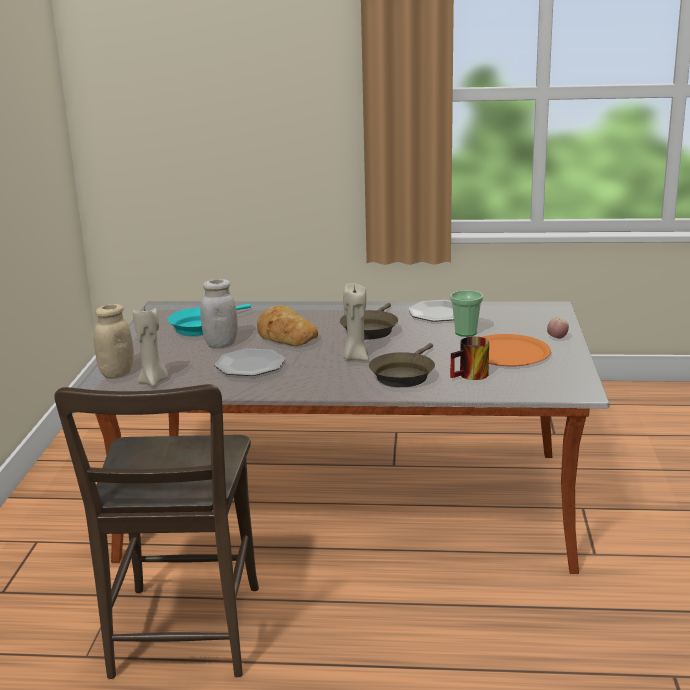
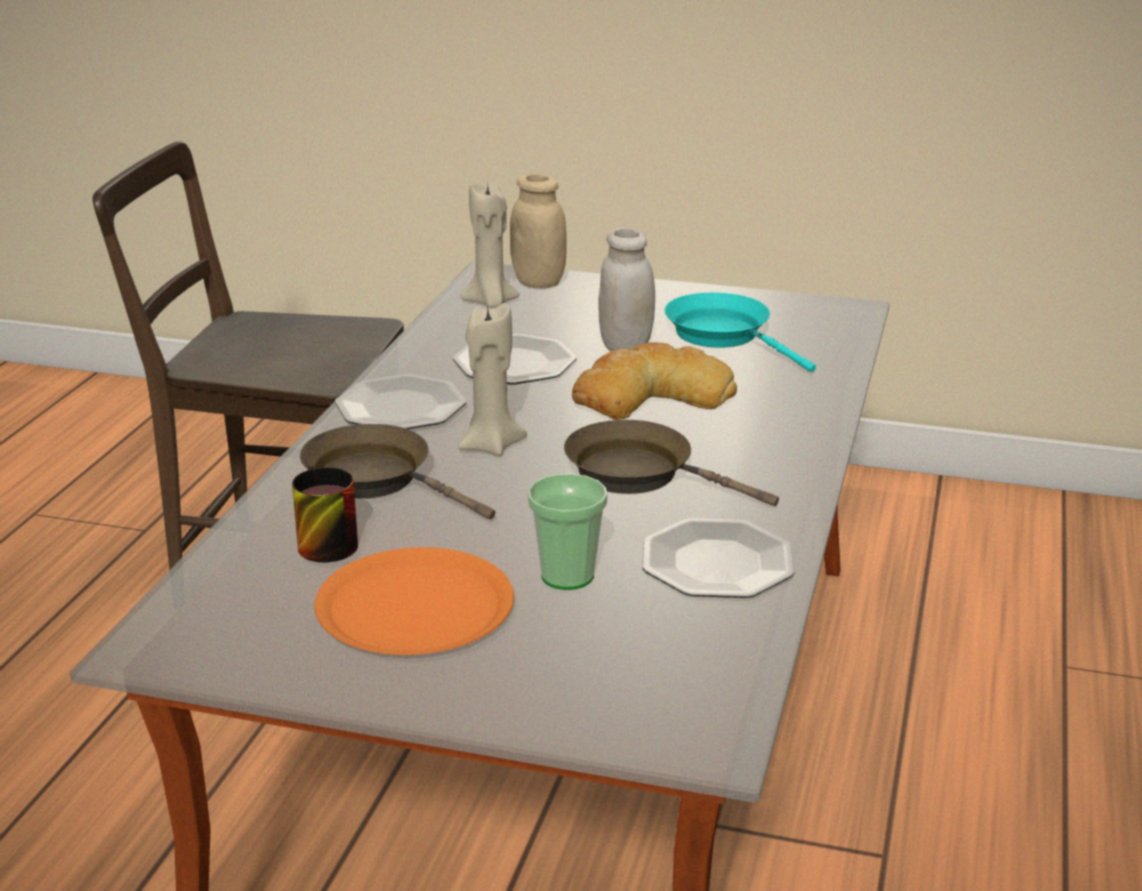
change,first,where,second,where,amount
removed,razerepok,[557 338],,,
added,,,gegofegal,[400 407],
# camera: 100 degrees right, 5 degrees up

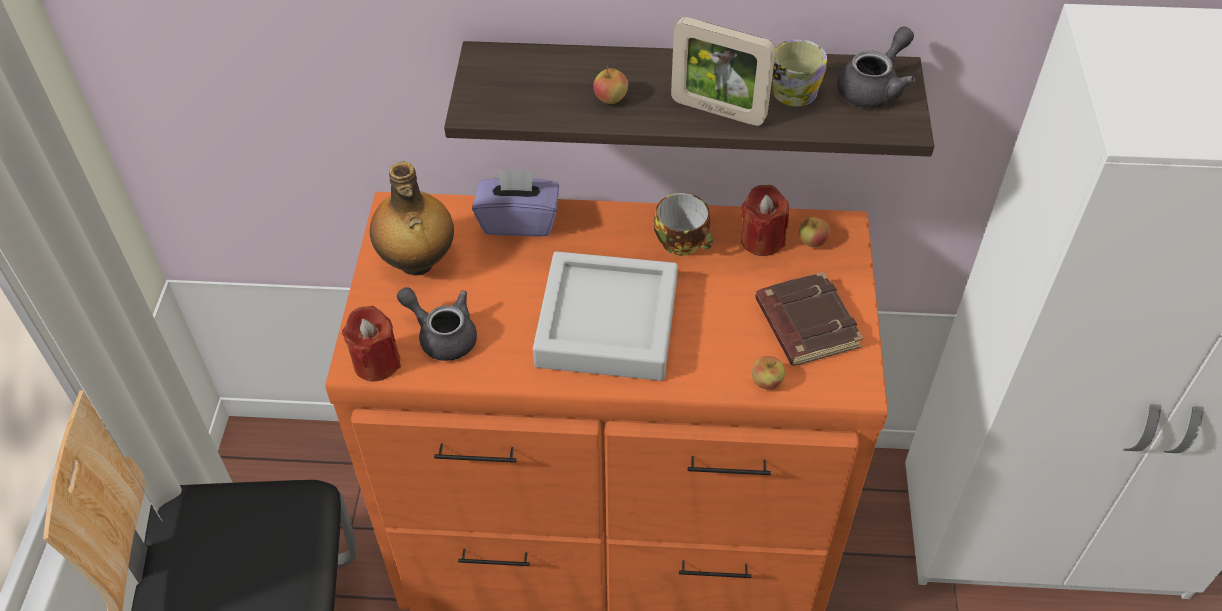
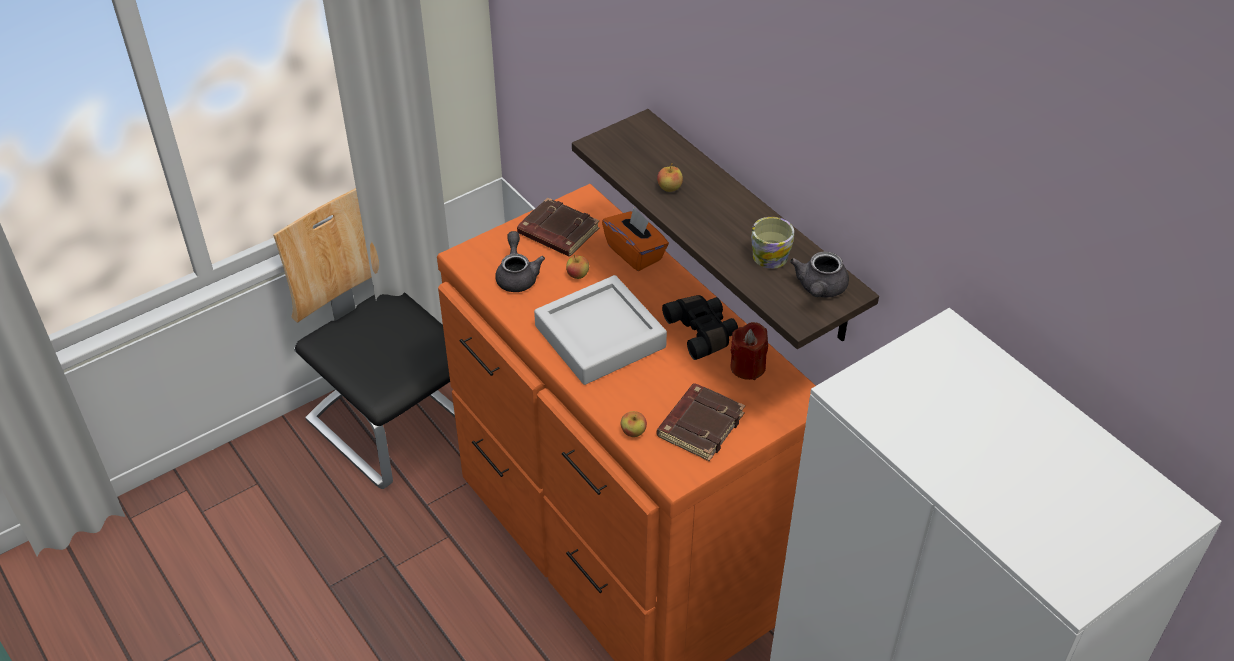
change,first,where,second,where,amount
removed,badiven,[718 111],,,
turned,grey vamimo,[874 87],,[819 289],105 degrees clockwise
replaced,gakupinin,[417 262],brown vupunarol,[557 232],
recoloured,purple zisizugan,[519 221],orange zisizugan,[635 252],
replaced,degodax,[684 242],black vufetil,[703 332],
moved,razerepok,[812 242],,[577 275],
removed,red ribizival,[376 362],,,
# camera: 50 degrees right, 5 degrees down

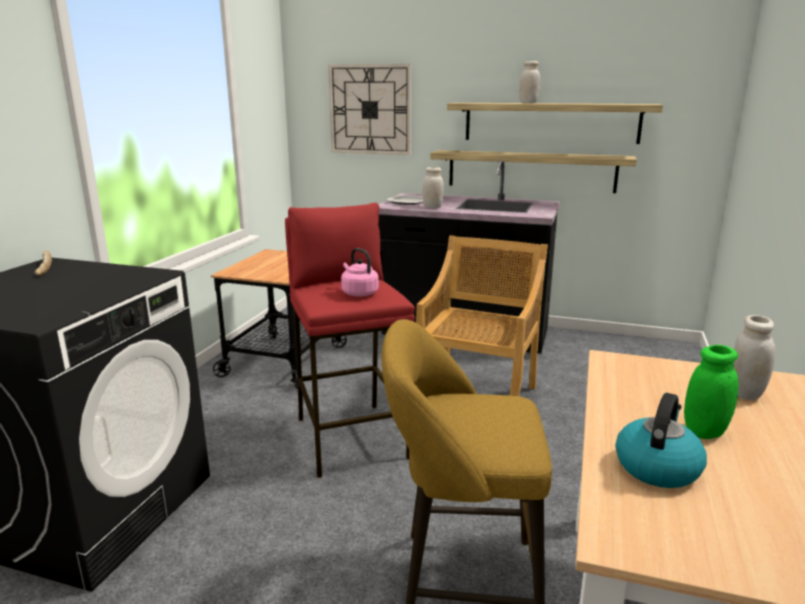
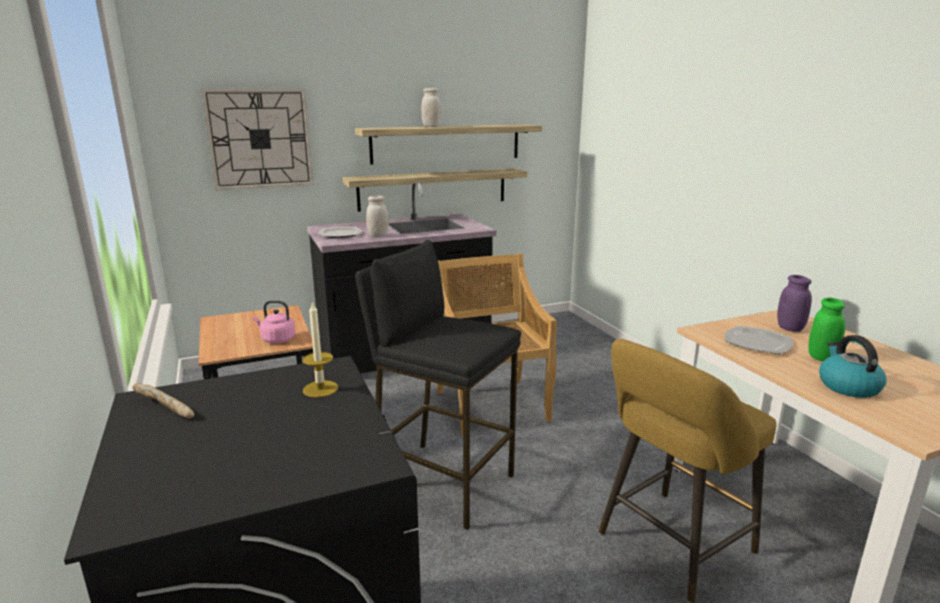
change,first,where,second,where,amount
recoloured,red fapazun,[351 437],black fapazun,[443 481],
moved,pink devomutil,[358 293],,[276 339],
recoloured,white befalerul,[744 393],purple befalerul,[790 328],
added,,,ribizival,[320 389],
added,,,gegofegal,[756 342],
# camera: 40 degrees left, 0 degrees up

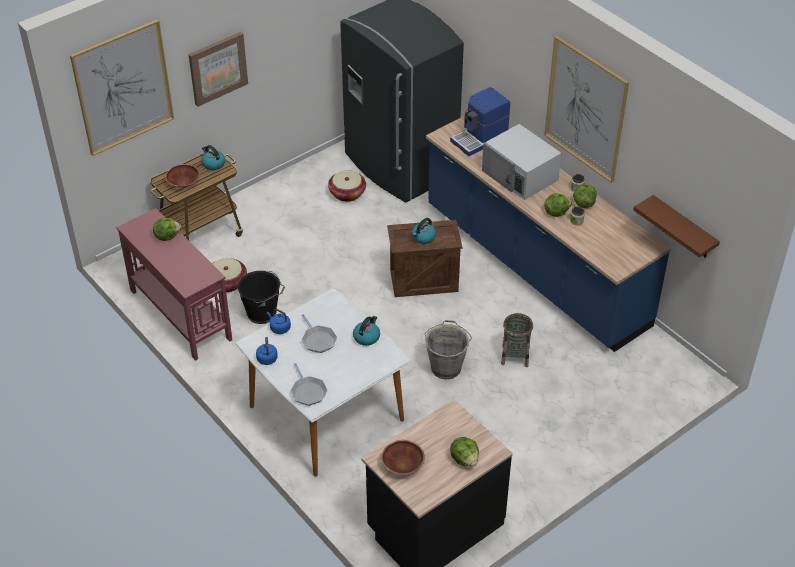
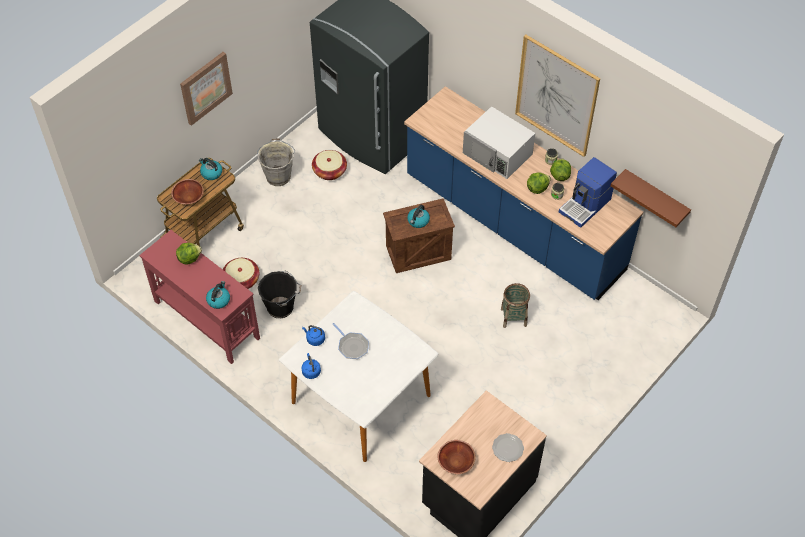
change,first,where,second,where,amount
removed,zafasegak,[123 87],,,
moved,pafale,[480 139],,[585 205],
moved,devomutil,[366 337],,[218 300],
moved,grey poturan,[446 367],,[278 176],
removed,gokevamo,[308 392],,,
replaced,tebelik,[465 459],gegofegal,[507 448],
# camera: 10 degrees left, 10 degrees up

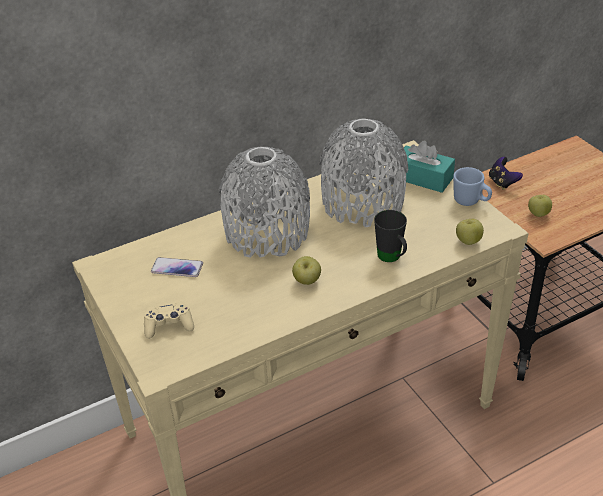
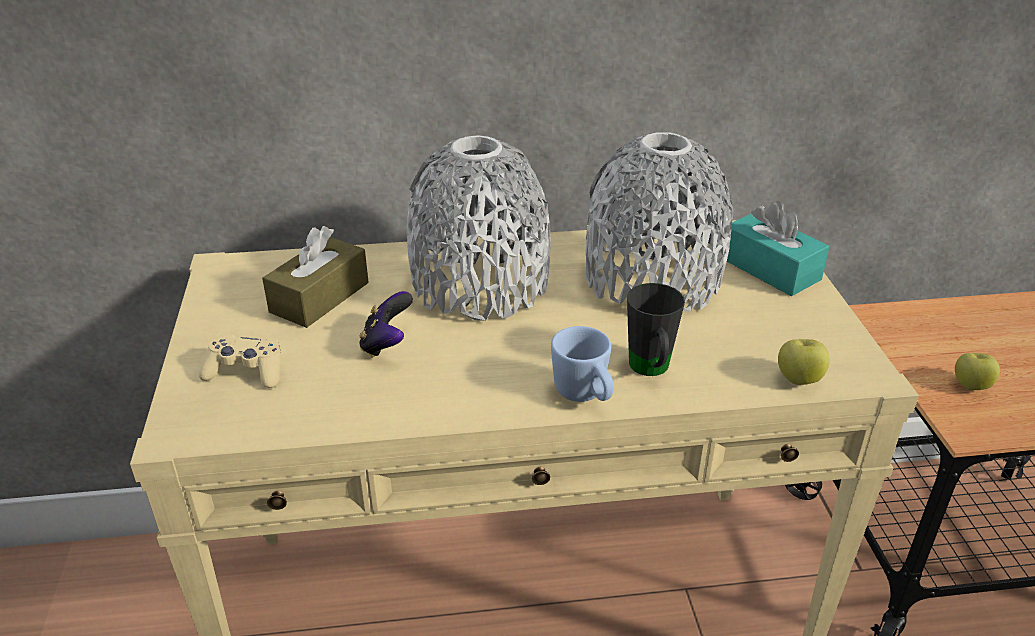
change,first,where,second,where,amount
moved,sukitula,[502 183],,[387 344],
moved,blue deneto,[471 202],,[584 395],
removed,razerepok,[307 281],,,
replaced,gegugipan,[177 268],brown zisizugan,[319 297],
# camera: 20 degrees right, 5 degrees down

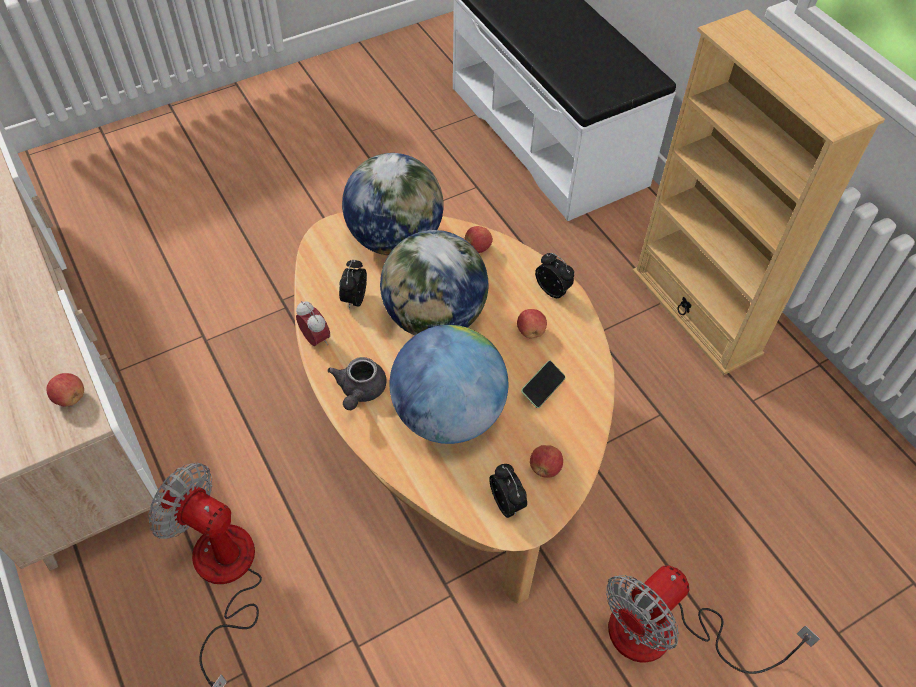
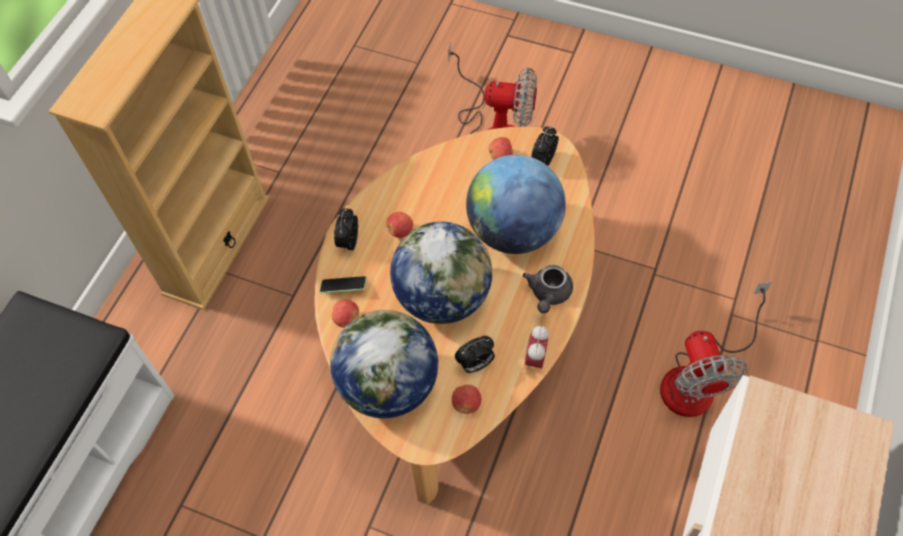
change,first,where,second,where,amount
turned,grey vamimo,[360 391],,[548 294],135 degrees clockwise
moved,gegugipan,[542 388],,[344 288],
moved,razerepok,[70 397],,[466 404],
# camera: 125 degrees left, 5 degrees up

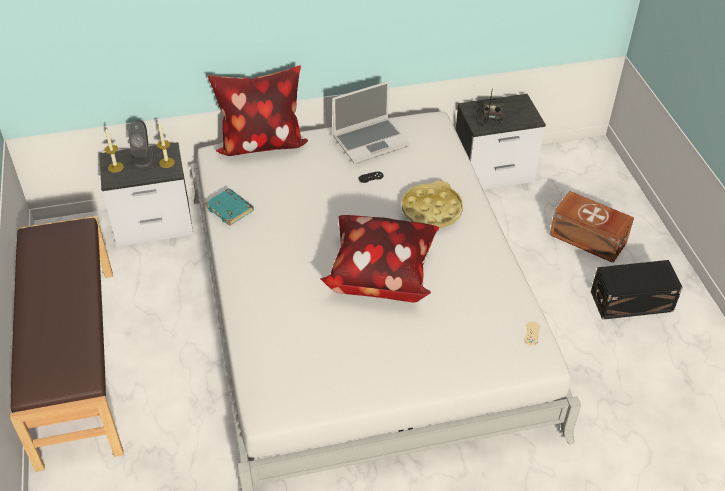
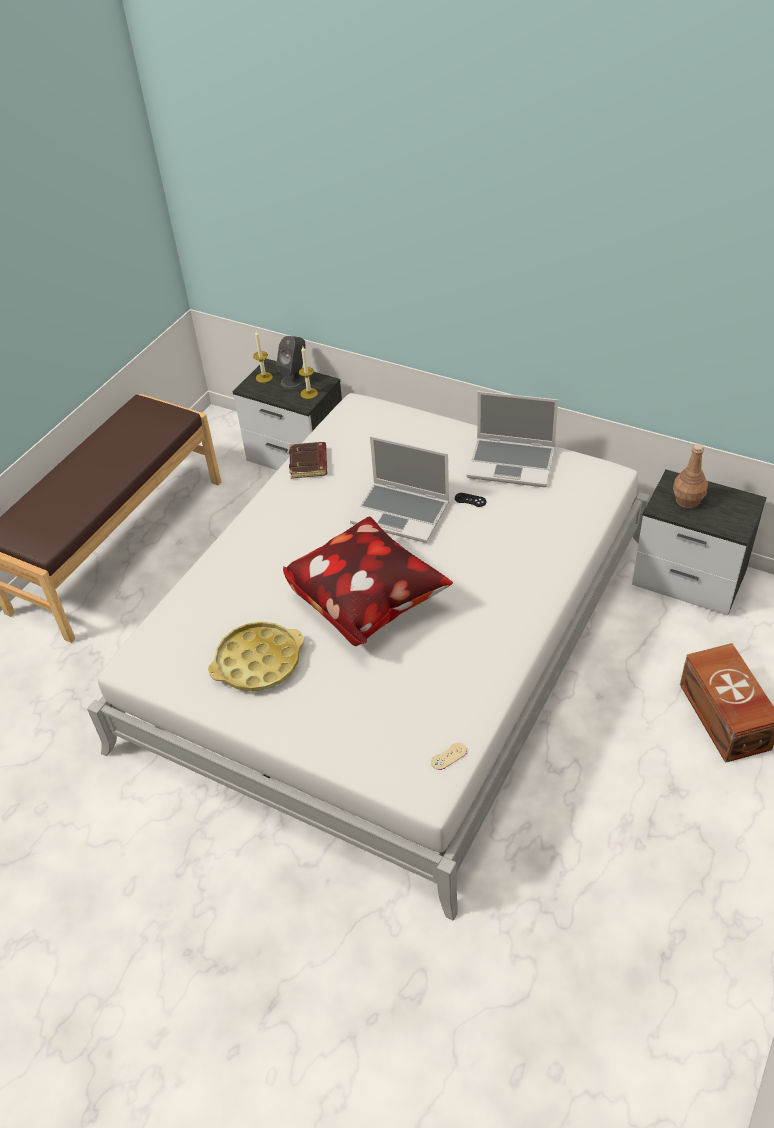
change,first,where,second,where,amount
removed,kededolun,[261 143],,,
replaced,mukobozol,[490 115],brown gakupinin,[688 500],
moved,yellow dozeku,[431 210],,[258 662],
recoloured,turquoise vupunarol,[230 209],brown vupunarol,[309 464],
removed,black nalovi,[633 302],,,
added,,,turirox,[402 513],
# camera: 45 degrees right, 0 degrees up

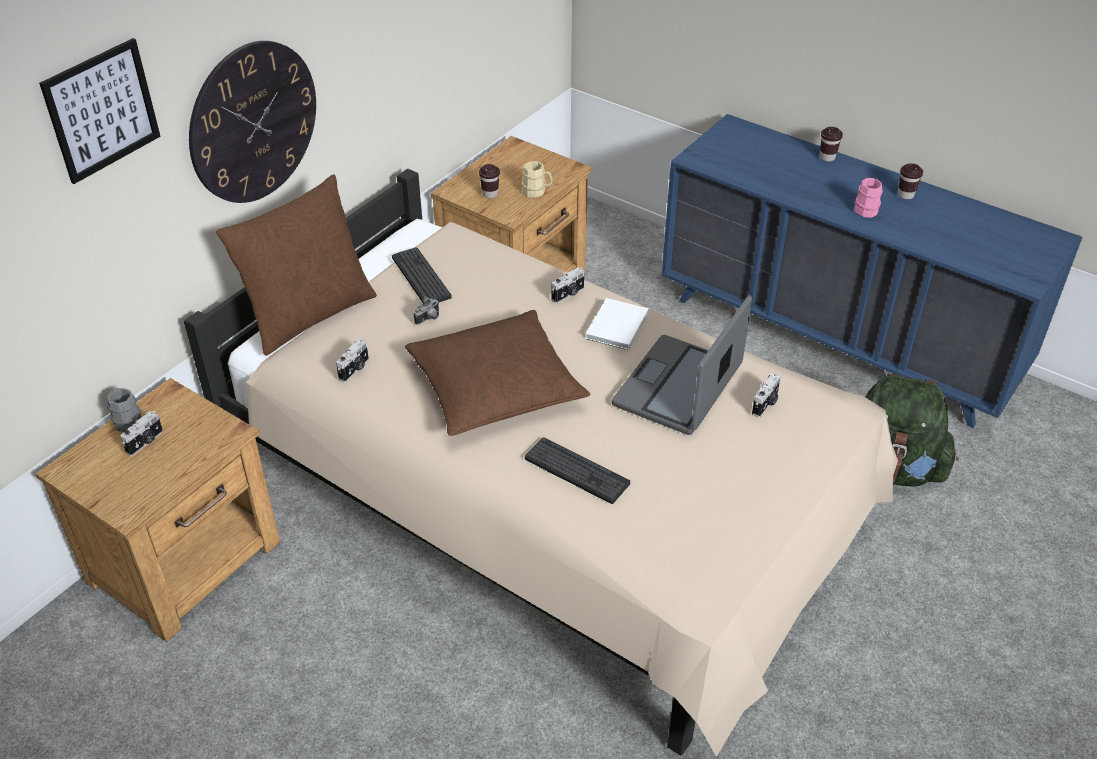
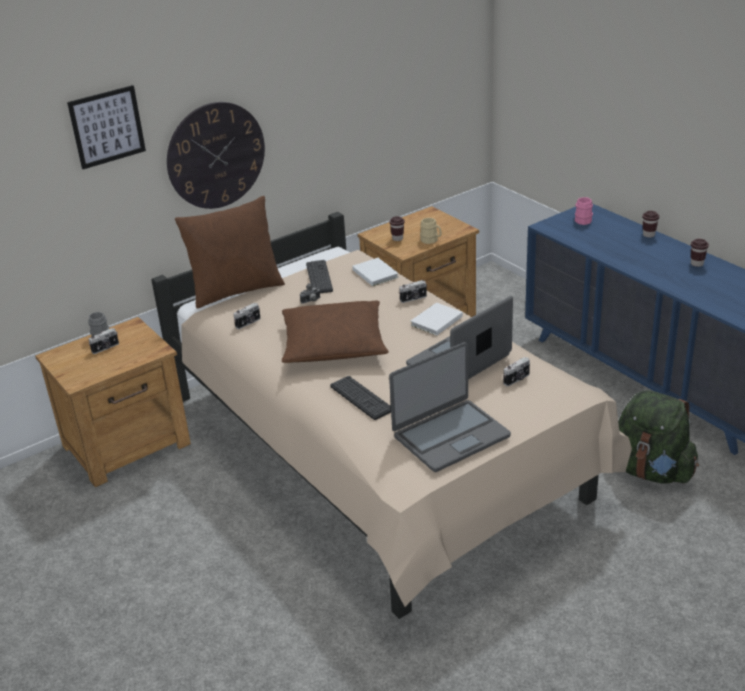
change,first,where,second,where,amount
moved,pink deneto,[866 208],,[584 219],
added,,,white vupunarol,[375 273],
added,,,turirox,[450 436],
# camera: 20 degrees right, 10 degrees down

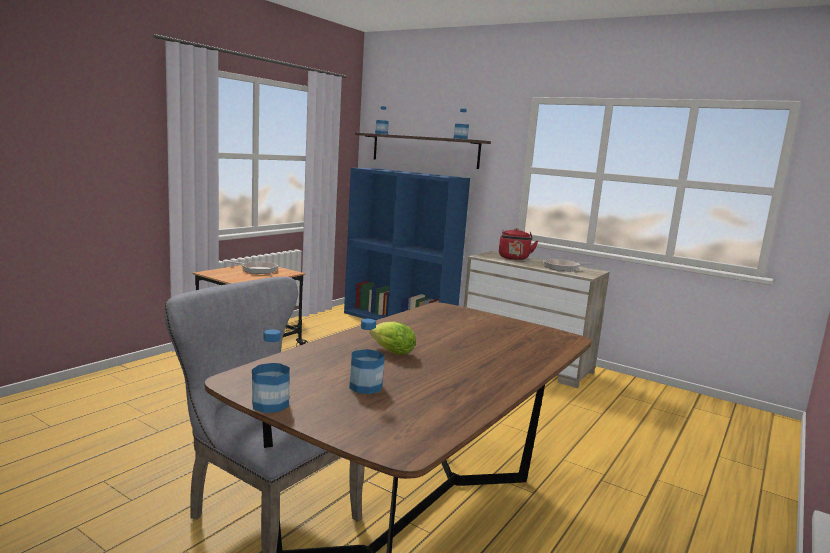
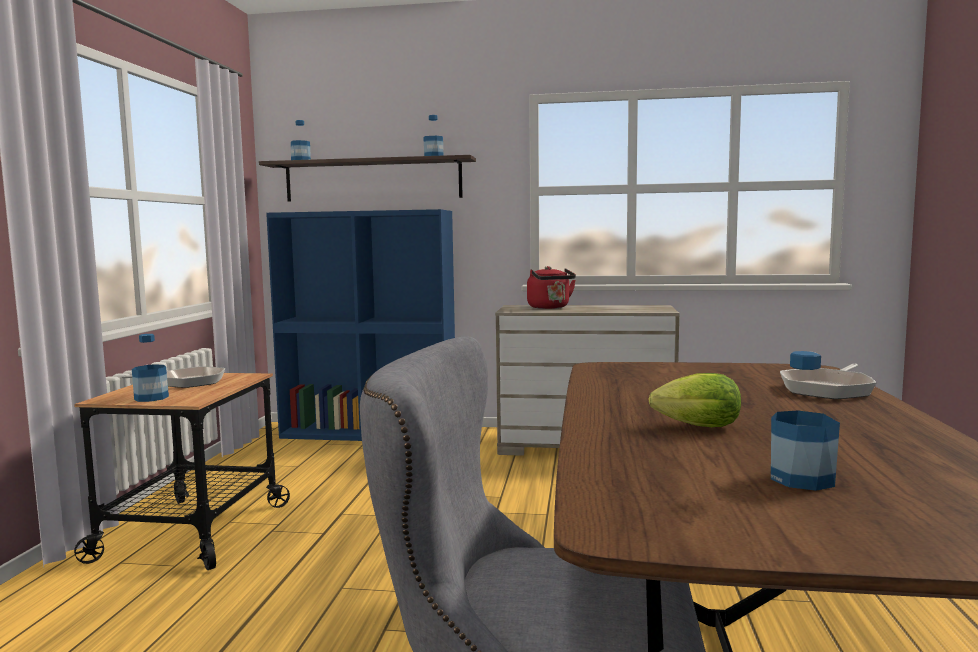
change,first,where,second,where,amount
moved,gokevamo,[563 268],,[828 389],
moved,gakupinin,[270 404],,[151 398],
# camera: 25 degrees left, 5 degrees down

